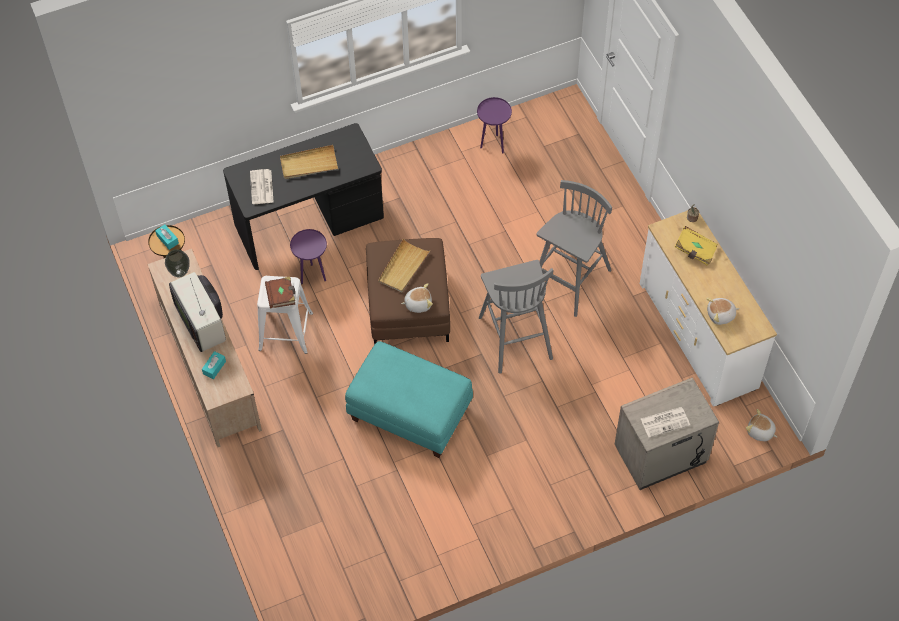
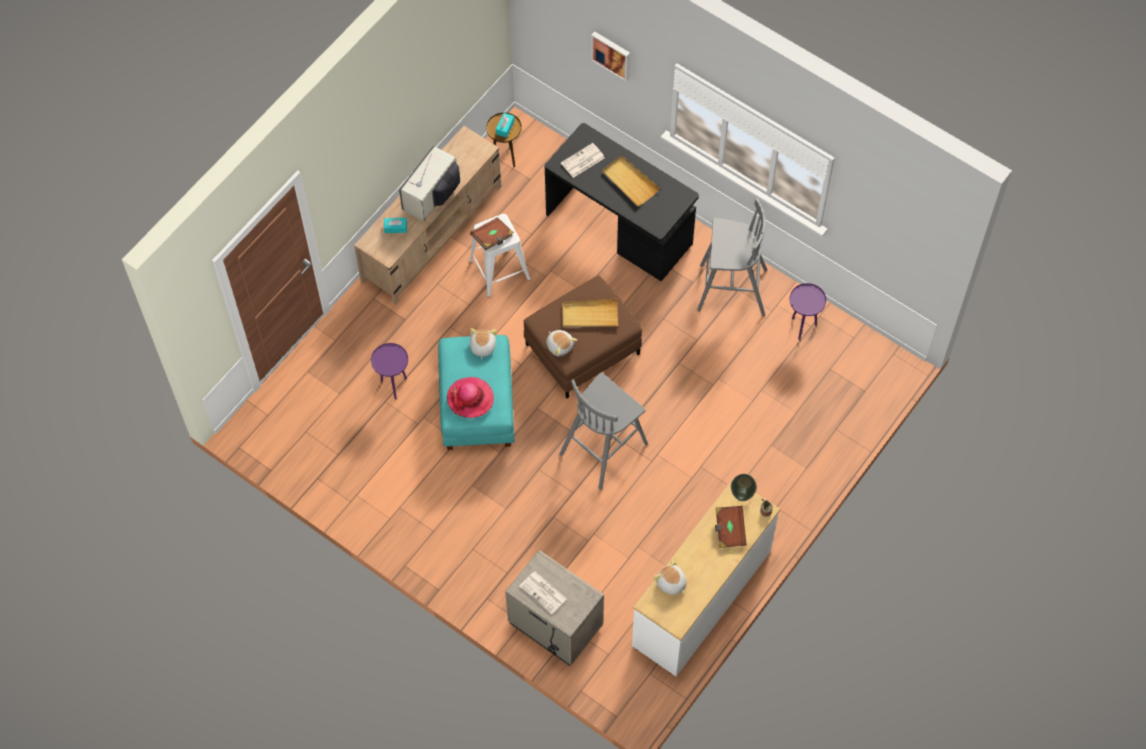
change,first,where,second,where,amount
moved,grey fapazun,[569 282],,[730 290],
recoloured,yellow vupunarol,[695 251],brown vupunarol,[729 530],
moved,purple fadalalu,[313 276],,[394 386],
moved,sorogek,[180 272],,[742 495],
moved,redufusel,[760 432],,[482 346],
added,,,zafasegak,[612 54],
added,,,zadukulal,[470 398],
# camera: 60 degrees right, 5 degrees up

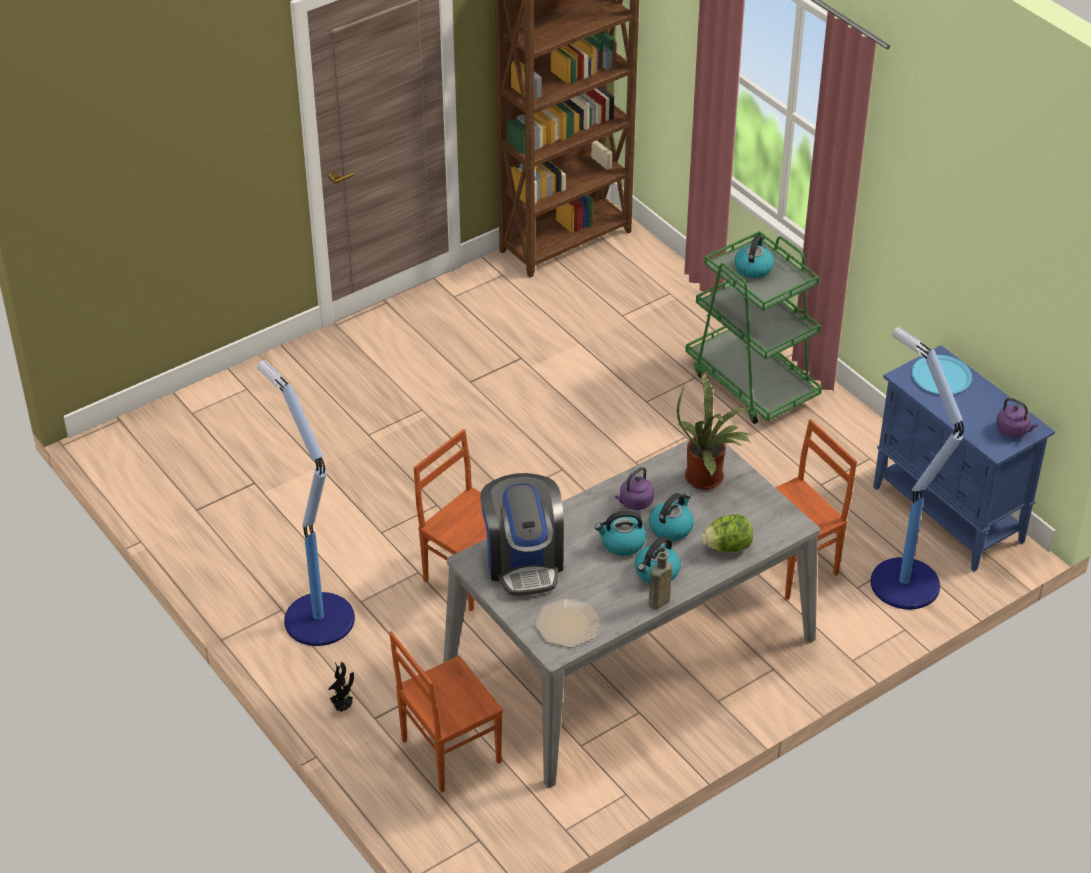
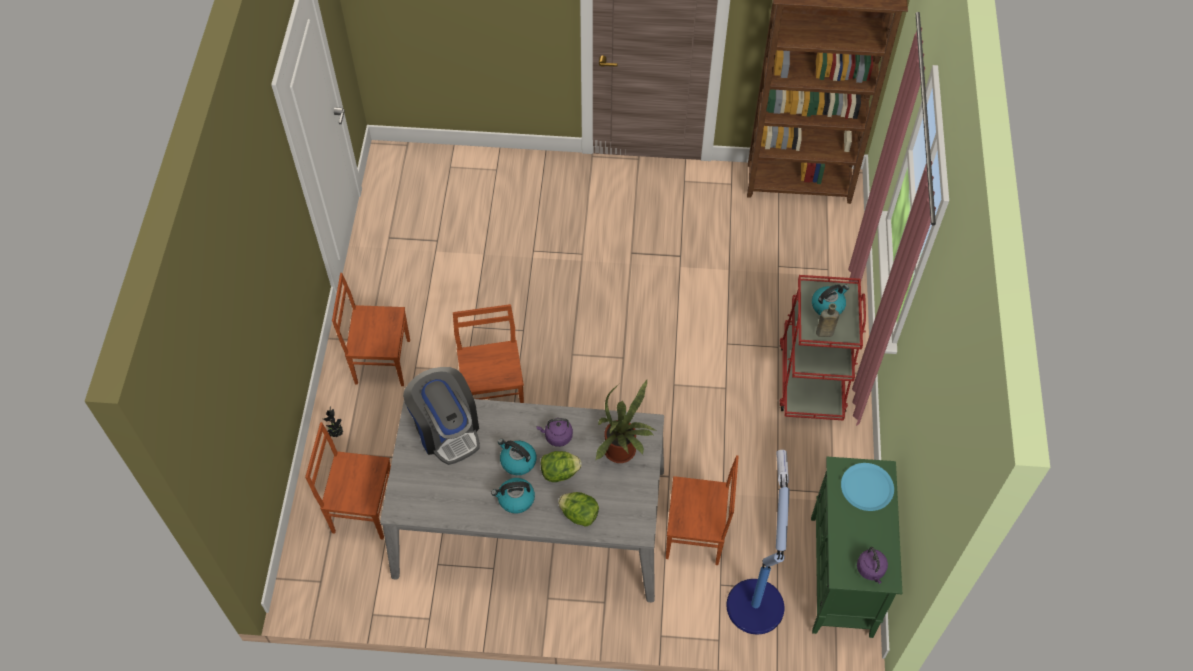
change,first,where,second,where,amount
recoloured,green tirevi,[752 383],red tirevi,[811 378],
recoloured,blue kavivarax,[949 515],green kavivarax,[841 577],
replaced,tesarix,[317 617],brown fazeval,[381 360],
turned,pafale,[524 561],,[446 429],60 degrees counterclockwise
replaced,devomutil,[671 527],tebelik,[559 472],
moved,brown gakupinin,[658 602],,[823 333],
removed,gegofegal,[567 624],,,
# camera: 40 degrees right, 15 degrees up

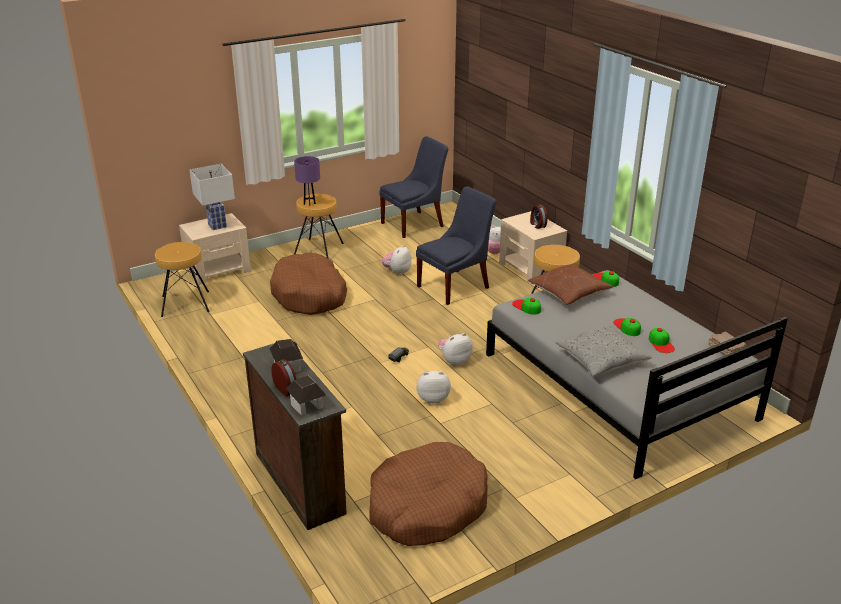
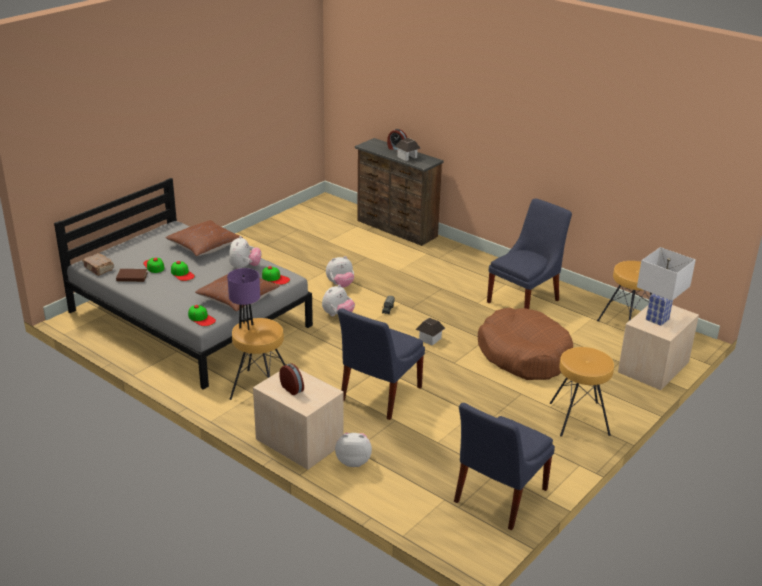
change,first,where,second,where,amount
moved,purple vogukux,[309 204],,[246 326],
moved,redufusel,[397 272],,[245 267],
recoloured,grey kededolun,[601 360],brown kededolun,[204 246],
moved,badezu,[307 406],,[430 339],
removed,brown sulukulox,[427 506],,,
added,,,blue fazeval,[525 300],
added,,,brown vupunarol,[132 277],
# camera: 160 degrees right, 0 degrees up

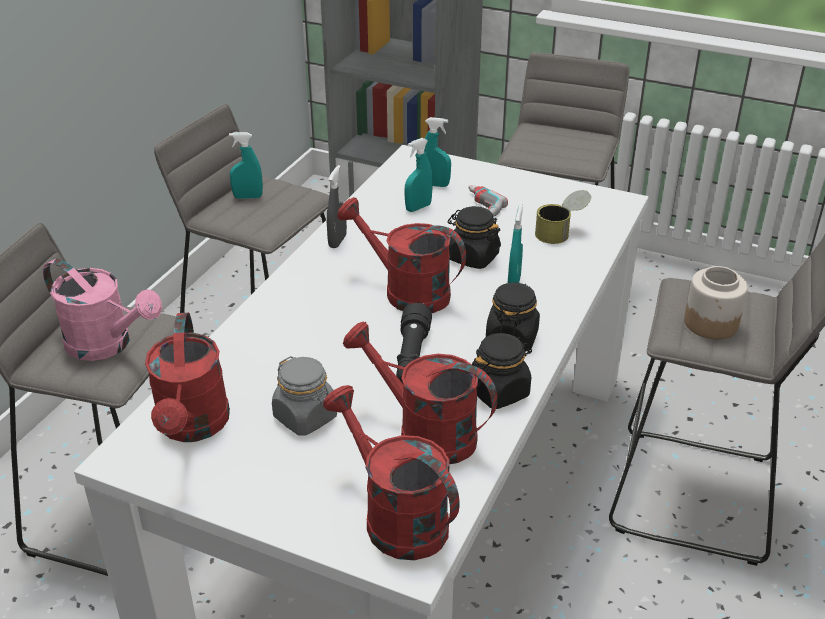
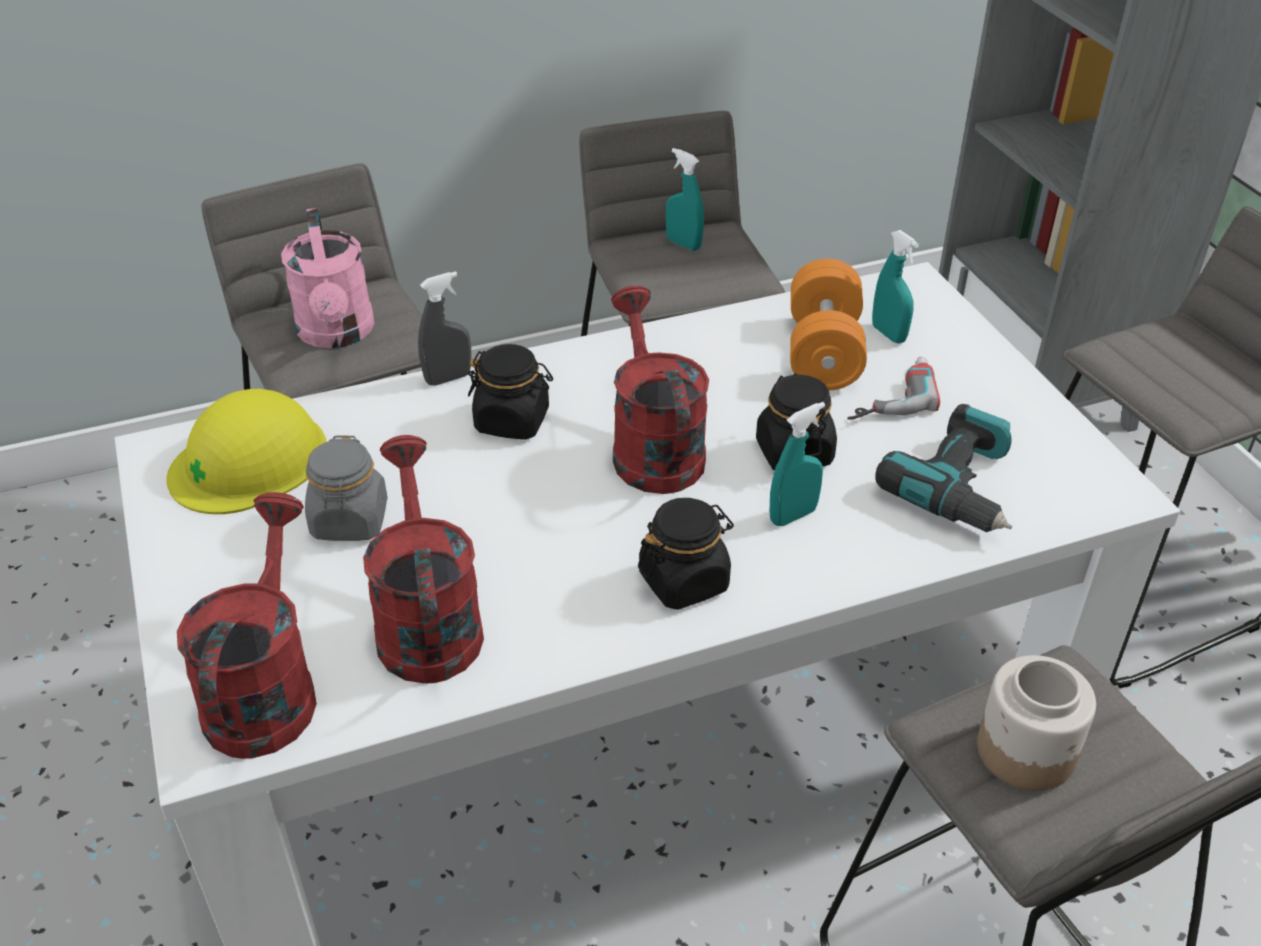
change,first,where,second,where,amount
replaced,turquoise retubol,[418 207],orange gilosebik,[823 352],
moved,grey retubol,[337 241],,[448 378],
replaced,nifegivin,[561 232],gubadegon,[960 487],
removed,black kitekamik,[411 357],,,
replaced,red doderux,[192 427],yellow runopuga,[249 461],
moved,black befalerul,[499 391],,[512 421],
# camera: 45 degrees right, 5 degrees up

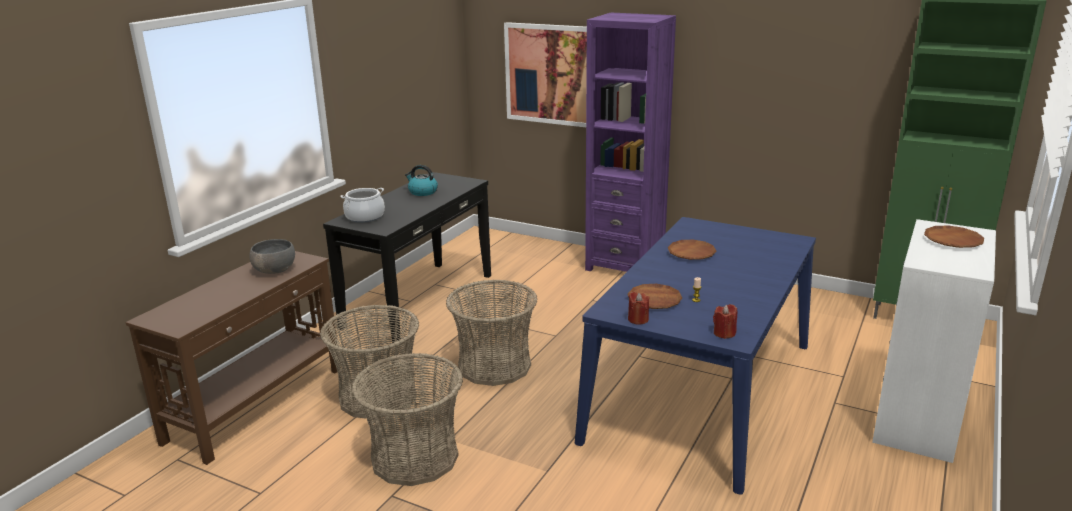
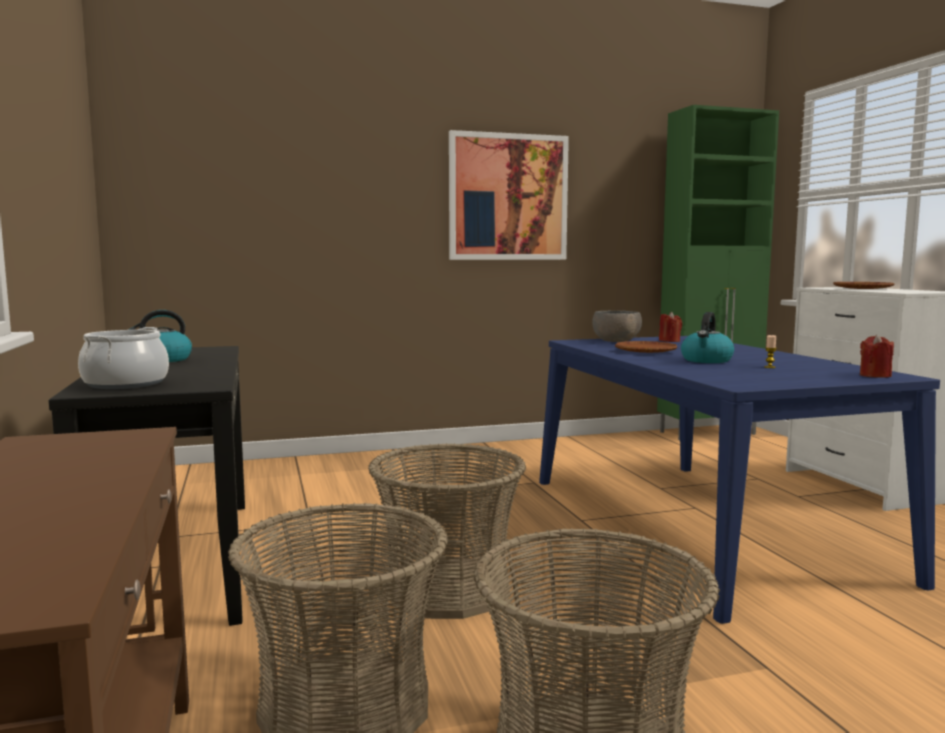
change,first,where,second,where,amount
removed,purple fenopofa,[625 266],,,
moved,zafasegak,[549 74],,[508 197],
moved,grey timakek,[274 270],,[616 341],
removed,brown gegofegal,[654 300],,,
moved,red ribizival,[638 319],,[669 341],
added,,,devomutil,[706 360],
# camera: 45 degrees left, 15 degrees down

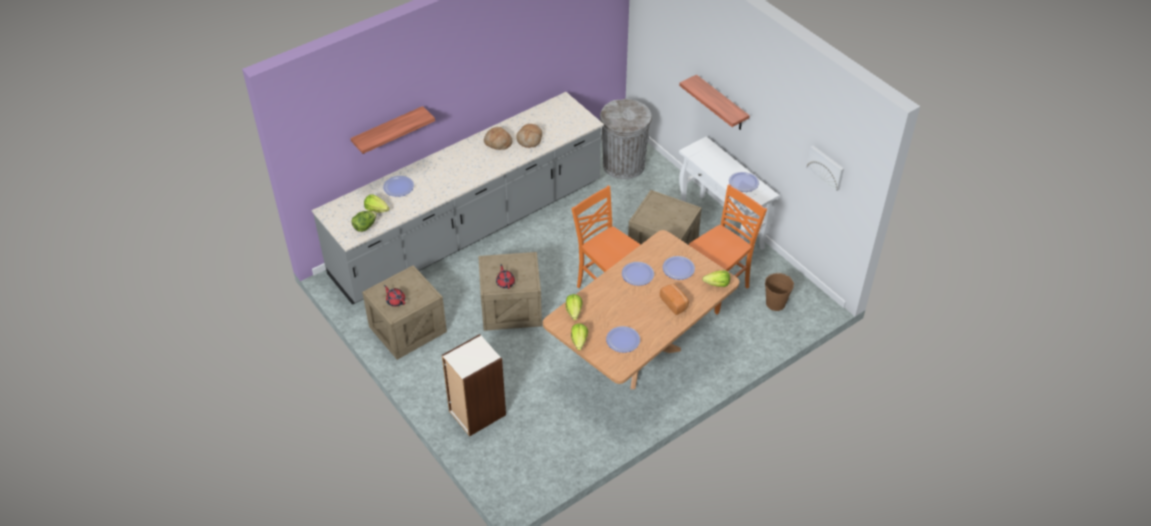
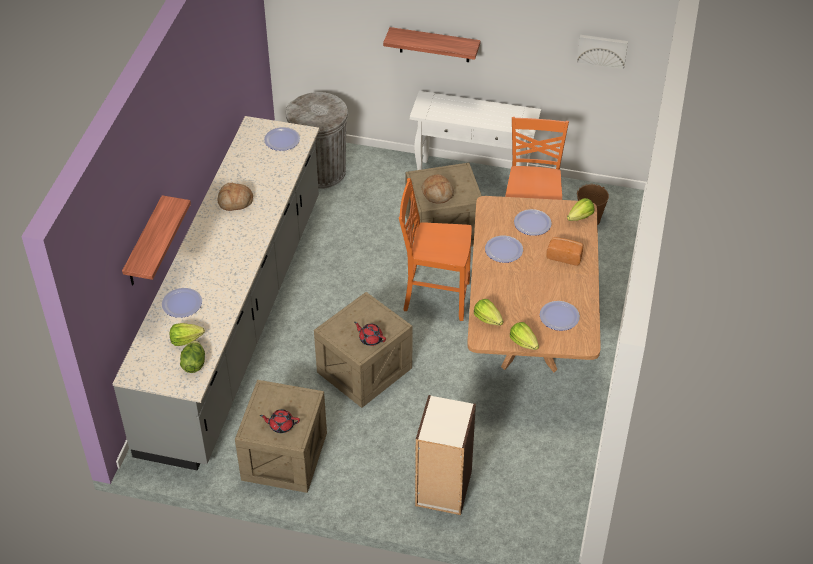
change,first,where,second,where,amount
moved,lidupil,[529 139],,[437 193],
moved,gegofegal,[743 182],,[282 140],
# camera: 40 degrees left, 0 degrees up

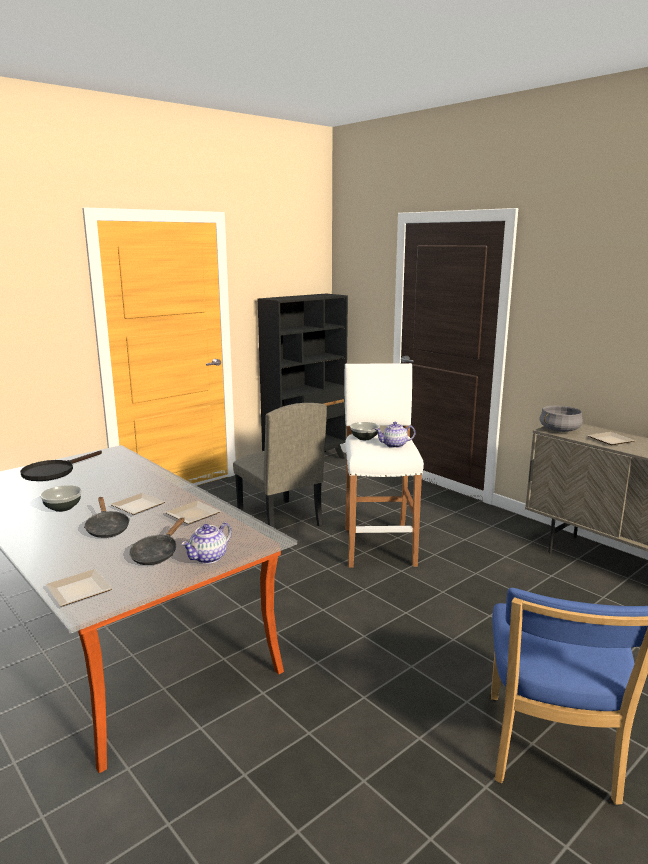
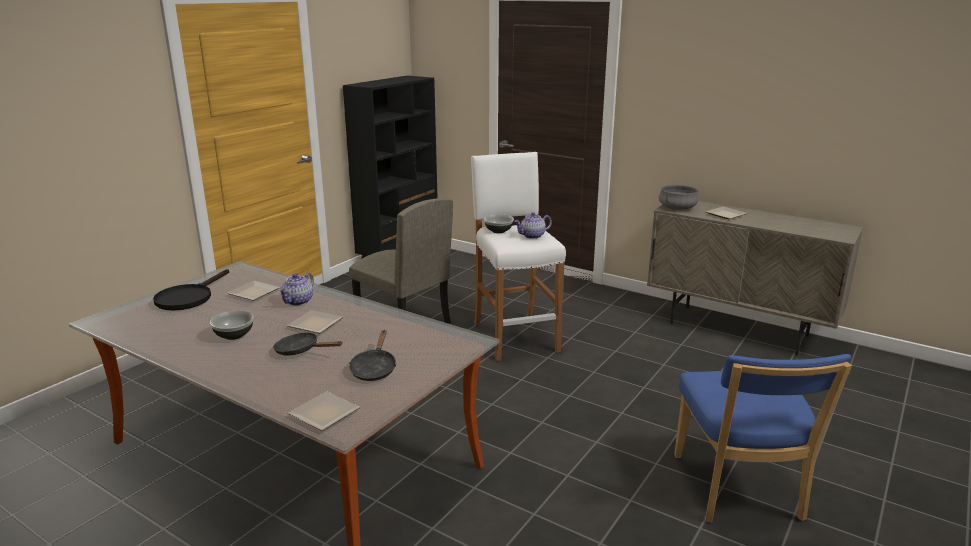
change,first,where,second,where,amount
turned,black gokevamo,[107 528],,[301 350],150 degrees clockwise
moved,gegofegal,[193 514],,[254 292],
moved,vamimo,[208 558],,[298 301],
# camera: 15 degrees left, 5 degrees up

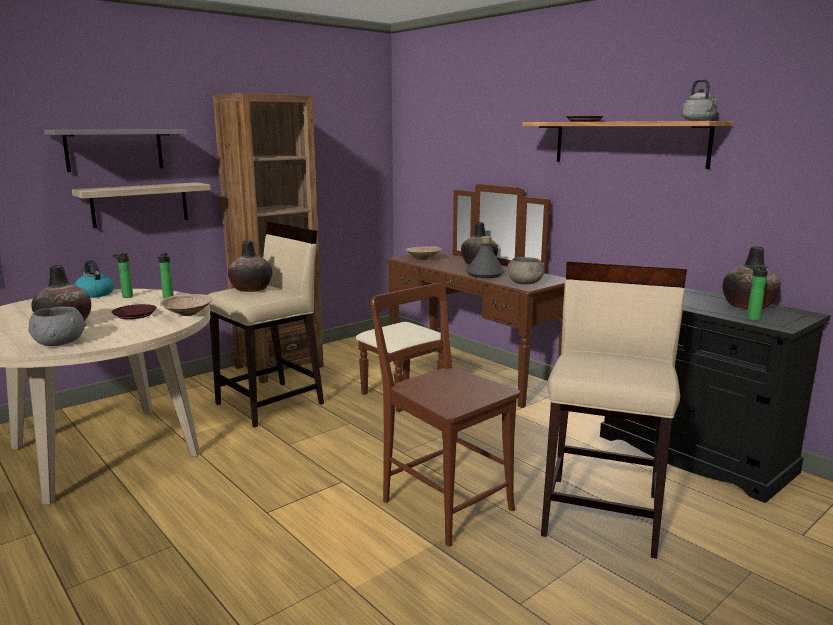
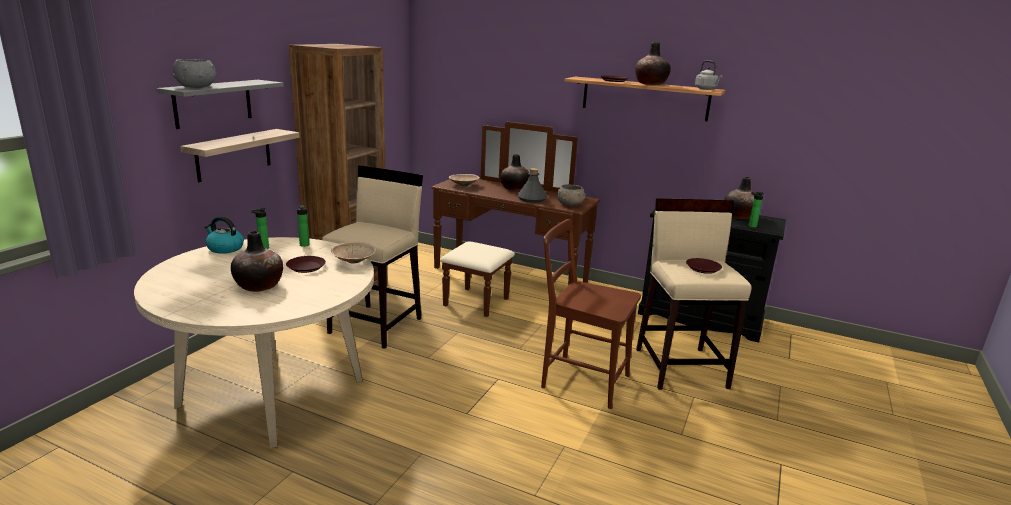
change,first,where,second,where,amount
moved,sorogek,[251 289],,[650 84],
moved,grey timakek,[60 343],,[197 87],
added,,,brown gegofegal,[703 269],
# camera: 25 degrees left, 5 degrees up

